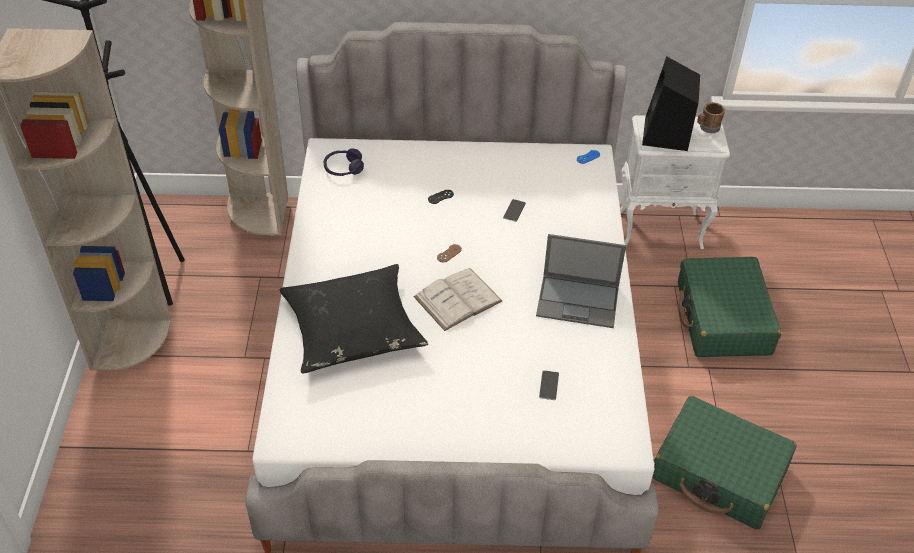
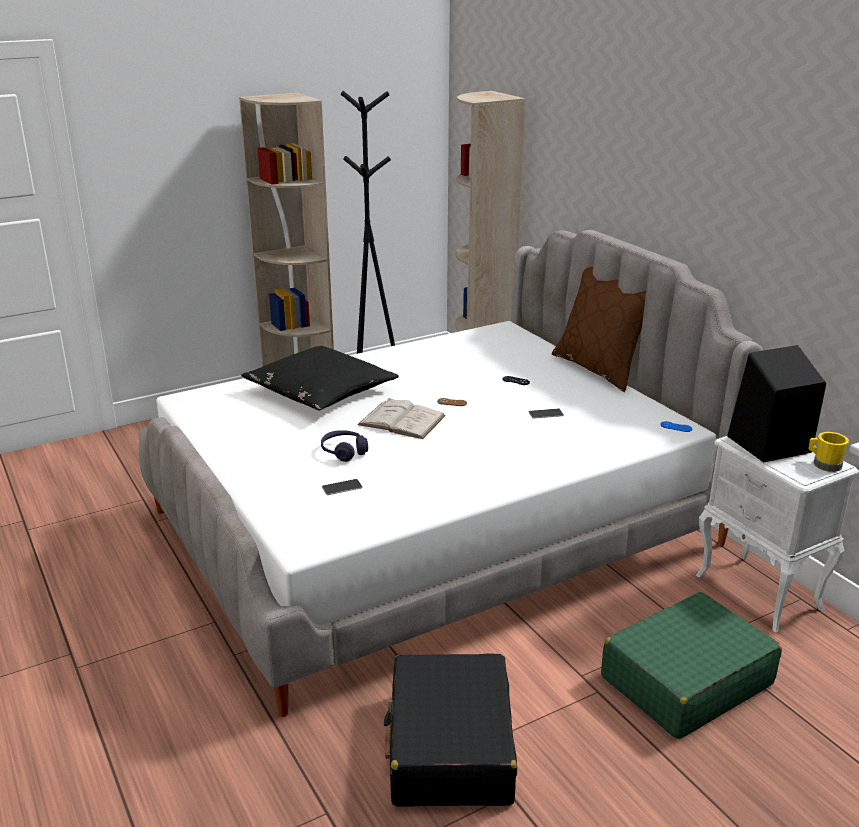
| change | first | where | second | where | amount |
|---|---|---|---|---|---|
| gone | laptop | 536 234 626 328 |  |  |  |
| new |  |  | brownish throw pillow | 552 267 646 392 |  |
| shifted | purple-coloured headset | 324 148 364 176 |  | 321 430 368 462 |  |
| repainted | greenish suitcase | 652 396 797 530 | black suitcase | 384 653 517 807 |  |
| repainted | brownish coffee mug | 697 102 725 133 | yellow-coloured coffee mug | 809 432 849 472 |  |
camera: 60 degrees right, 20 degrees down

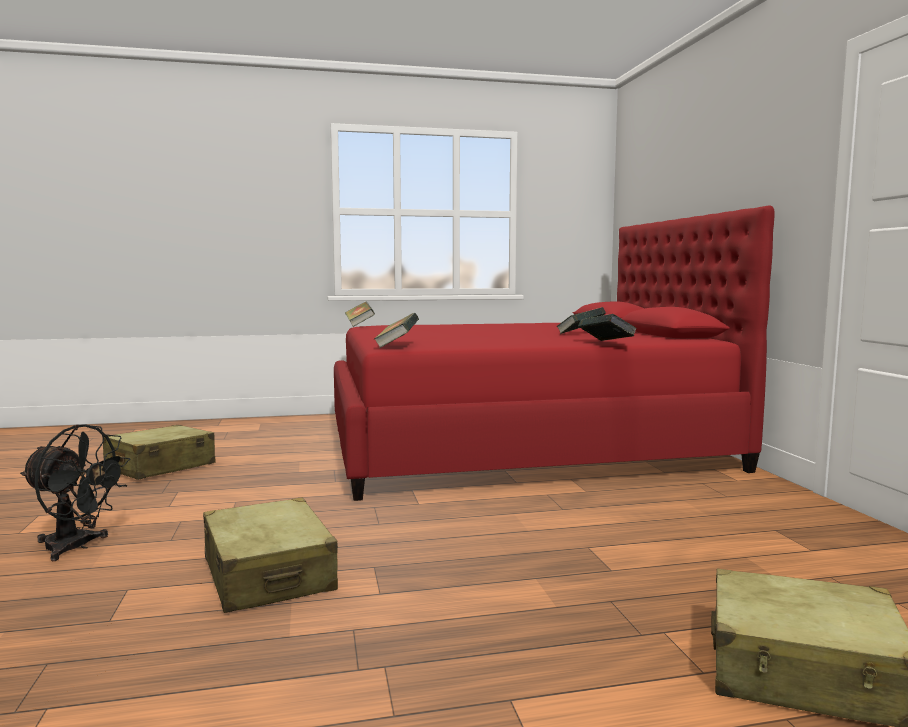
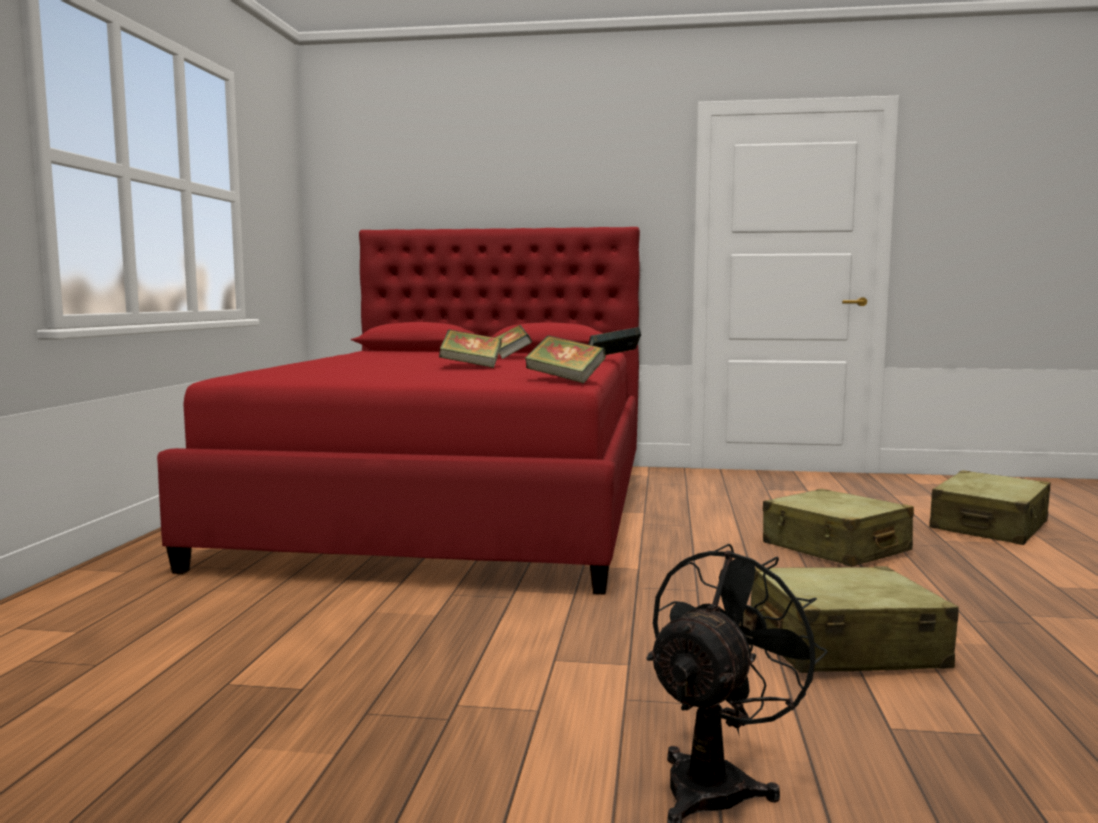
| change | first | where | second | where | amount |
|---|---|---|---|---|---|
| shifted | sand-coloured suitcase | 102 425 216 480 |  | 763 489 914 567 |  |
| shifted | volume | 345 302 375 327 |  | 439 329 502 368 |  |
camera: 70 degrees left, 0 degrees up

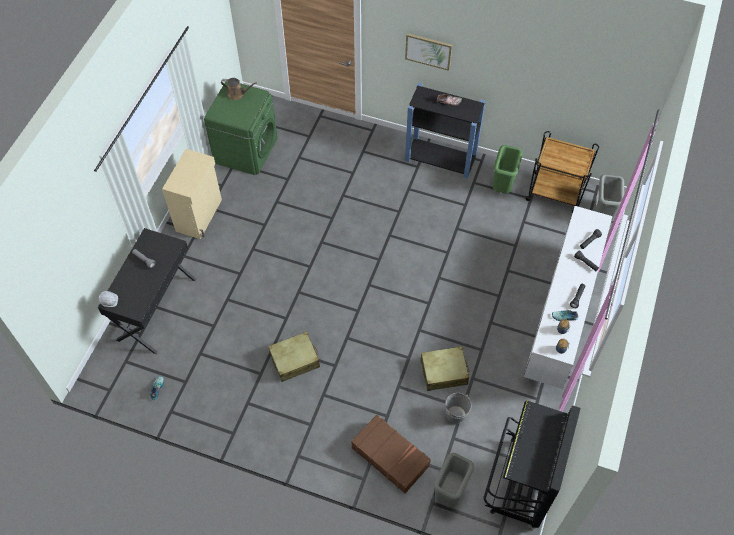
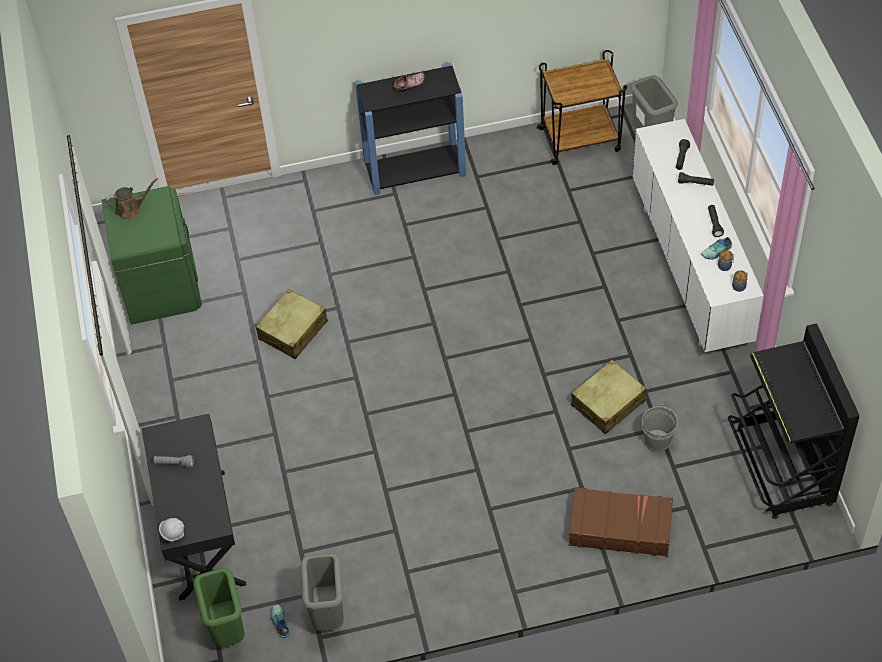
| change | first | where | second | where | amount |
|---|---|---|---|---|---|
| gone | sand-coloured cupboard | 162 149 222 239 |  |  |  |
| gone | wall picture | 405 33 452 71 |  |  |  |
| shifted | sand-coloured suitcase | 268 331 320 382 |  | 256 289 328 359 |  |
| shifted | gray waste bin | 434 453 474 508 |  | 300 553 344 631 |  |
| shifted | greenish waste bin | 493 145 523 194 |  | 193 568 245 647 |  |
camera: 30 degrees left, 5 degrees down

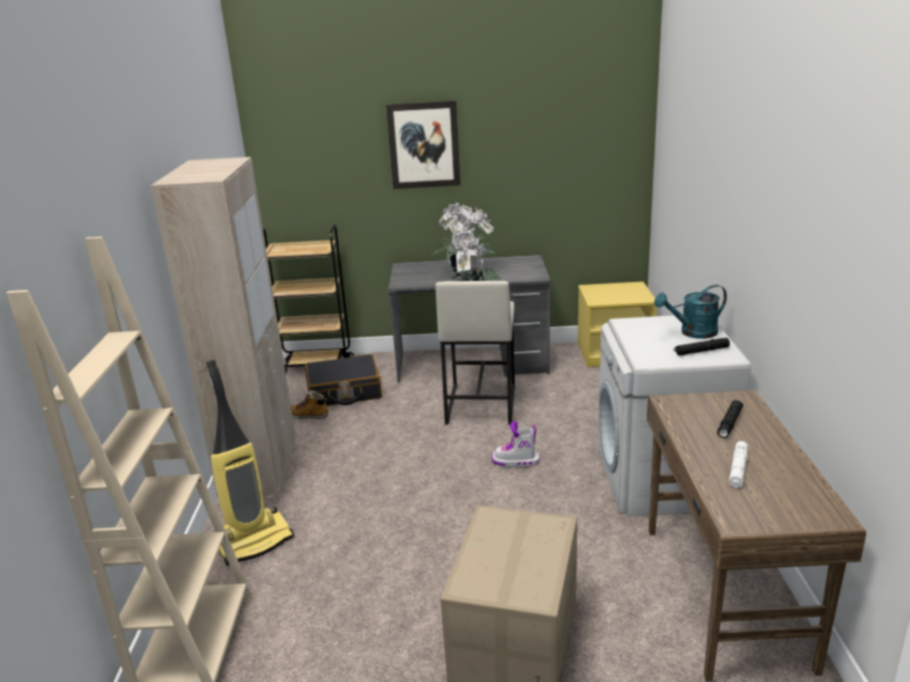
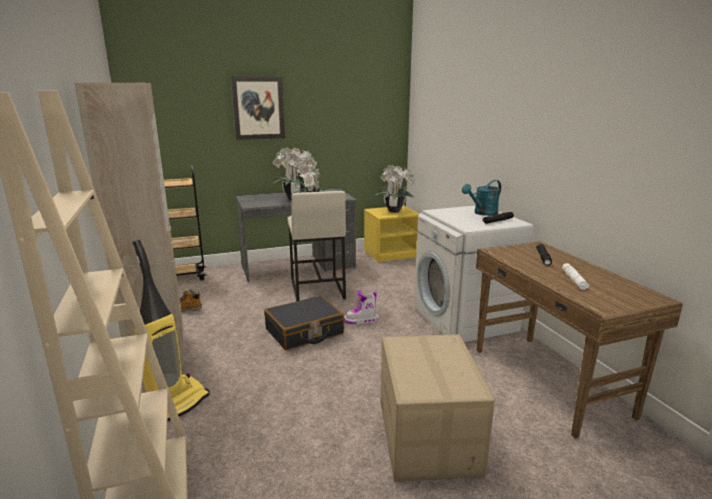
| change | first | where | second | where | amount |
|---|---|---|---|---|---|
| new |  |  | plant in a pot | 374 165 415 213 |  |
| shifted | black suitcase | 305 354 382 406 |  | 264 296 344 350 |  |
camera: 20 degrees left, 5 degrees down

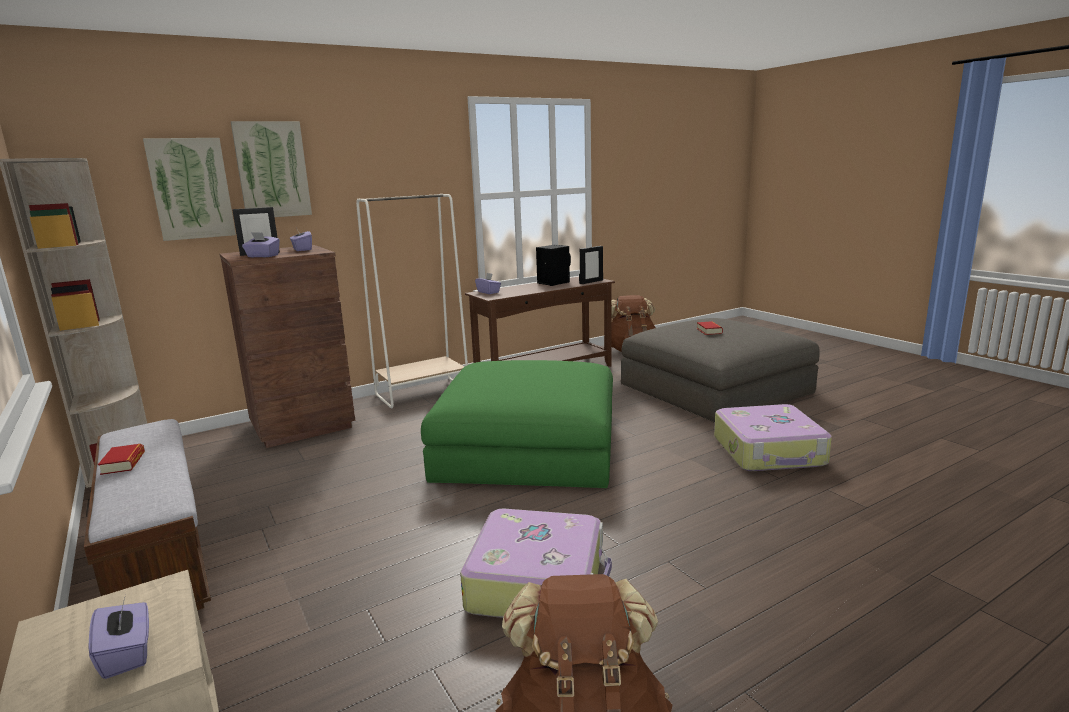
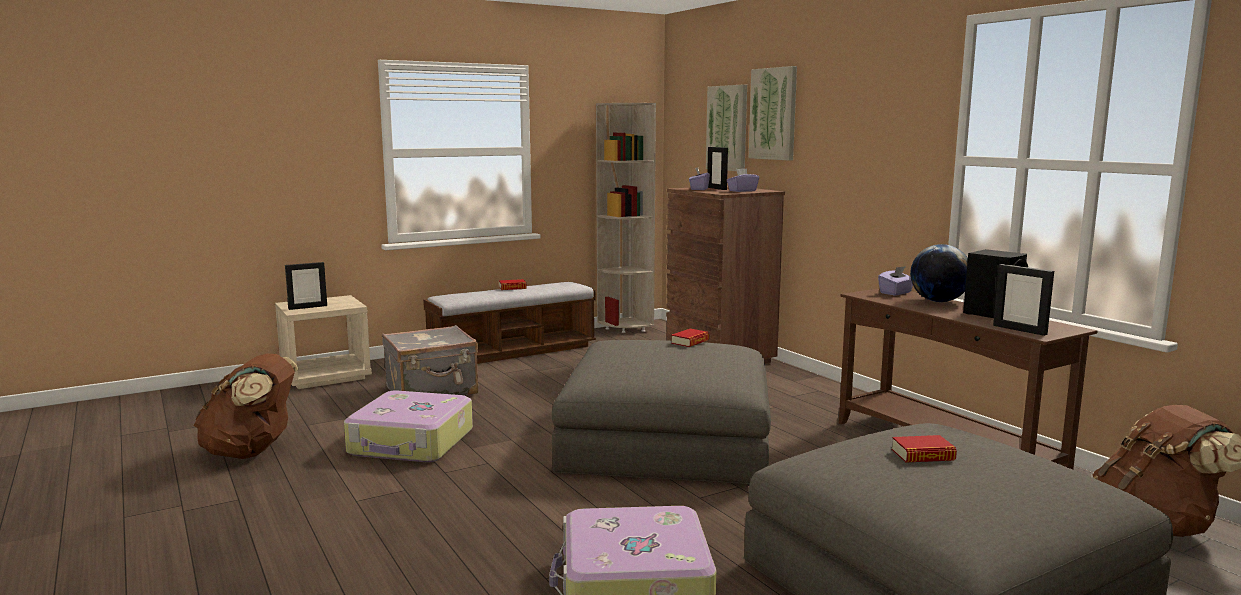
| change | first | where | second | where | amount |
|---|---|---|---|---|---|
| gone | garment stand | 356 194 468 408 |  |  |  |
| new |  |  | gray suitcase | 382 325 478 395 |  |
| new |  |  | volume | 671 329 709 347 |  |
| new |  |  | desk globe | 910 244 968 302 |  |
| swapped | purple-coloured tissue holder | 88 595 149 679 | photo frame | 285 262 327 310 |  |
| repainted | greenish footrest | 421 360 613 488 | gray footrest | 552 340 771 484 |  |
camera: 90 degrees right, 5 degrees down

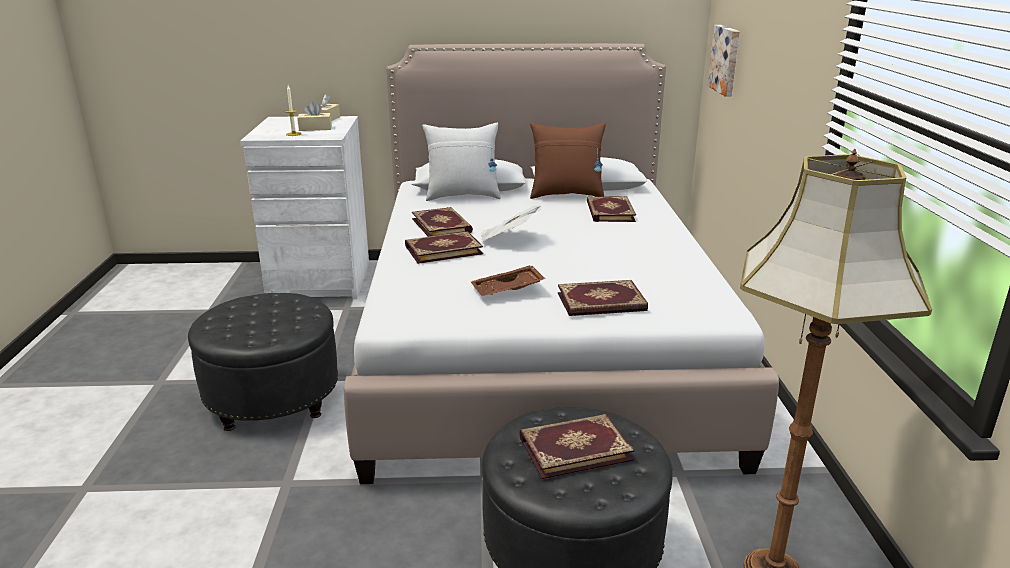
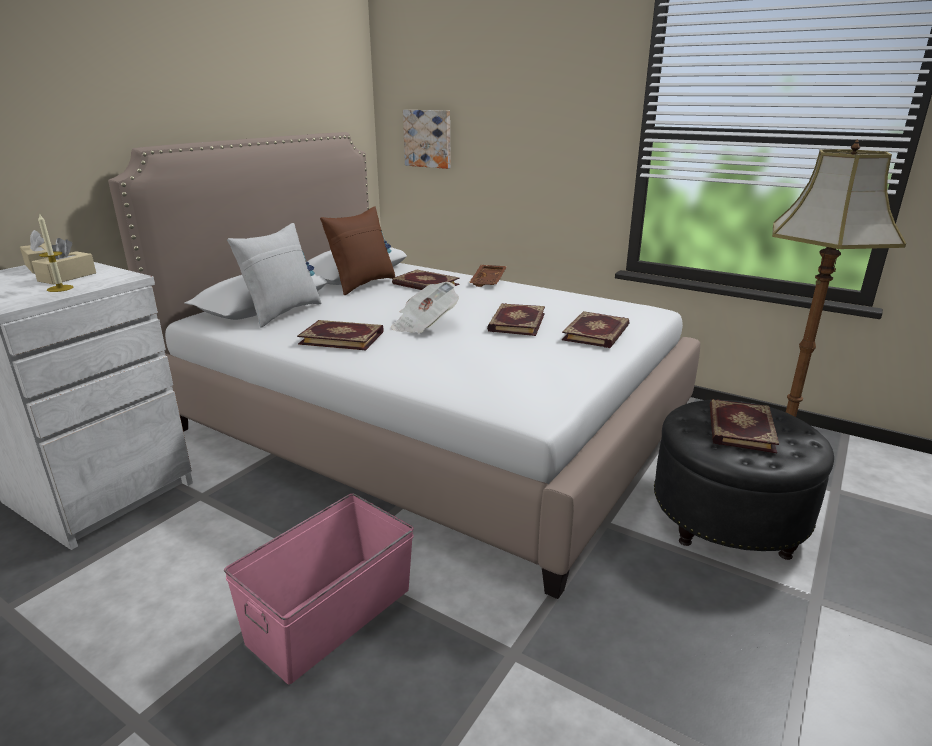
| change | first | where | second | where | amount |
|---|---|---|---|---|---|
| shifted | volume | 405 231 483 264 |  | 487 303 545 336 |  |
| shifted | brownish tray | 470 265 545 296 |  | 469 265 507 287 |  |
| swapped | black footrest | 188 293 338 431 | pink-coloured storage box | 224 493 414 684 |  |
camera: 55 degrees left, 0 degrees up

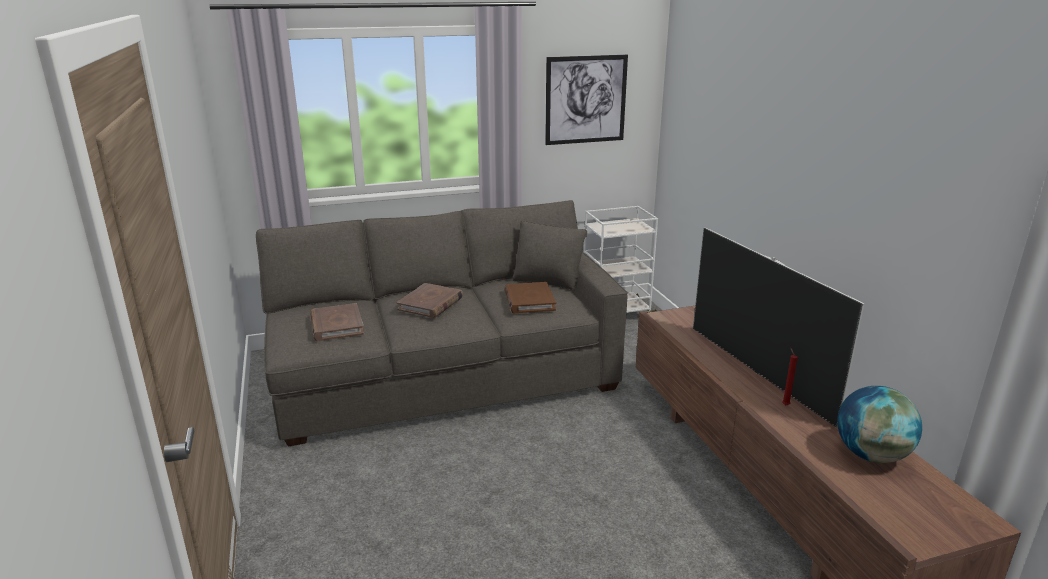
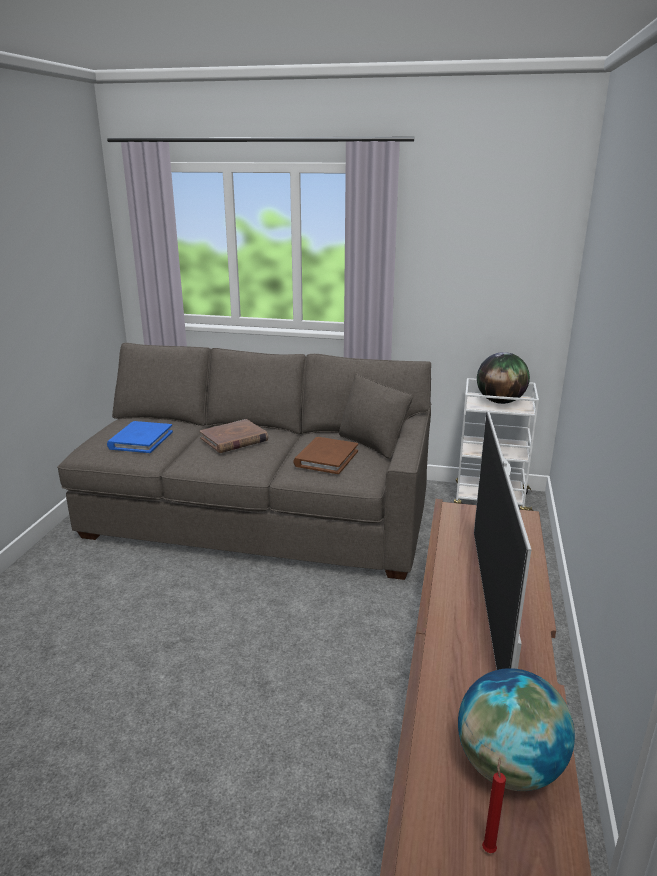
| change | first | where | second | where | amount |
|---|---|---|---|---|---|
| gone | wall picture | 545 55 628 145 |  |  |  |
| new |  |  | desk globe | 477 352 530 404 |  |
| shifted | reddish wax light | 782 348 798 405 |  | 482 758 506 853 |  |
| repainted | brownish volume | 310 303 364 341 | blue volume | 107 421 173 453 |  |
camera: 30 degrees right, 0 degrees up

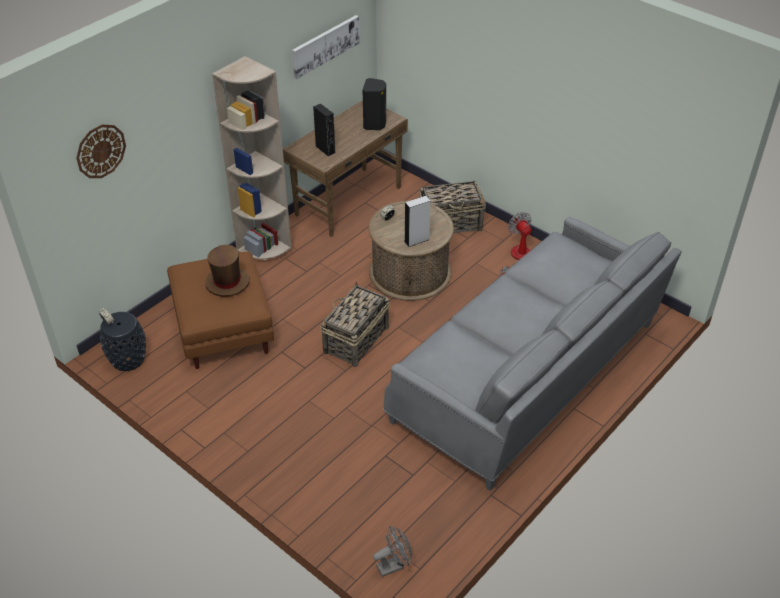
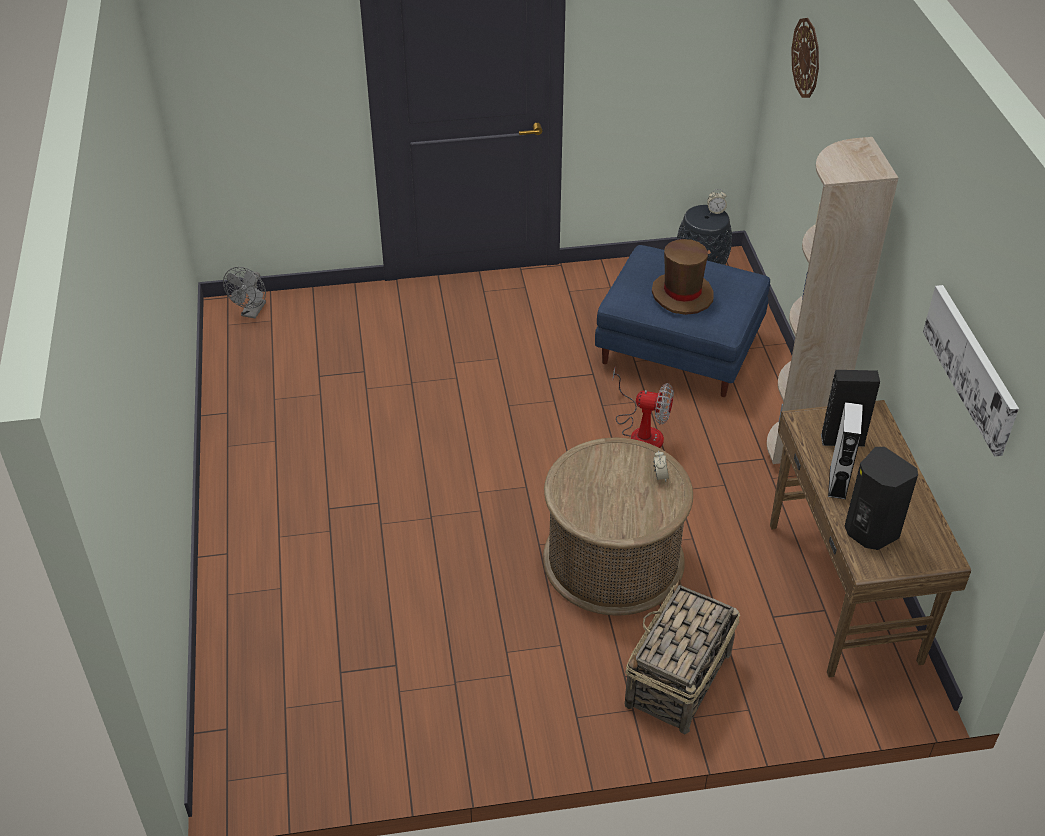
| change | first | where | second | where | amount |
|---|---|---|---|---|---|
| gone | household basket | 320 282 390 367 |  |  |  |
| gone | gray sofa | 383 217 682 491 |  |  |  |
| shifted | gray loudspeaker | 404 196 431 247 |  | 828 402 863 499 |  |
| shifted | cooling fan | 500 212 532 276 |  | 613 366 674 448 |  |
| repainted | brownish footrest | 167 252 274 369 | blue footrest | 595 245 770 397 |  |
camera: 130 degrees right, 0 degrees up

